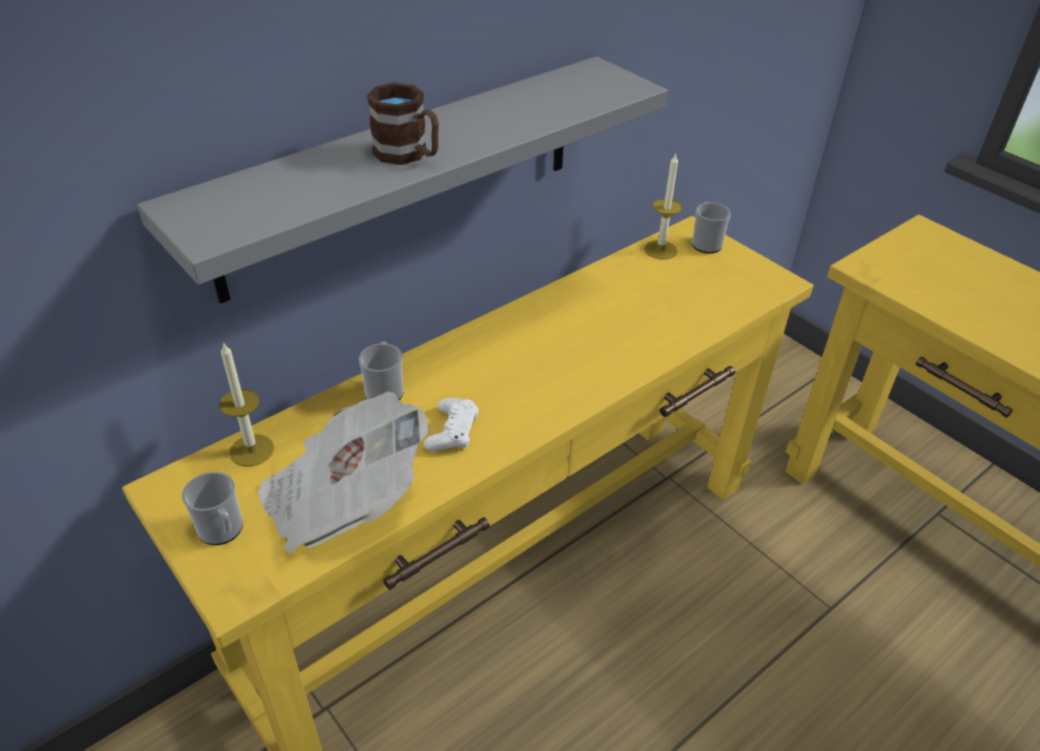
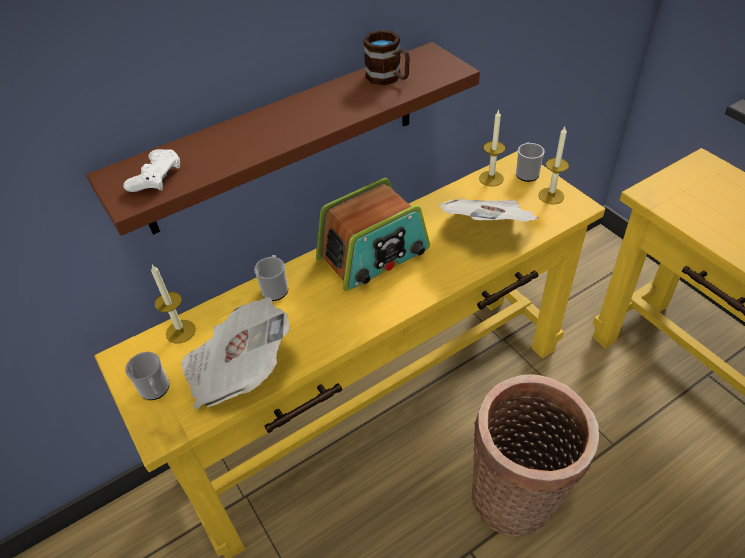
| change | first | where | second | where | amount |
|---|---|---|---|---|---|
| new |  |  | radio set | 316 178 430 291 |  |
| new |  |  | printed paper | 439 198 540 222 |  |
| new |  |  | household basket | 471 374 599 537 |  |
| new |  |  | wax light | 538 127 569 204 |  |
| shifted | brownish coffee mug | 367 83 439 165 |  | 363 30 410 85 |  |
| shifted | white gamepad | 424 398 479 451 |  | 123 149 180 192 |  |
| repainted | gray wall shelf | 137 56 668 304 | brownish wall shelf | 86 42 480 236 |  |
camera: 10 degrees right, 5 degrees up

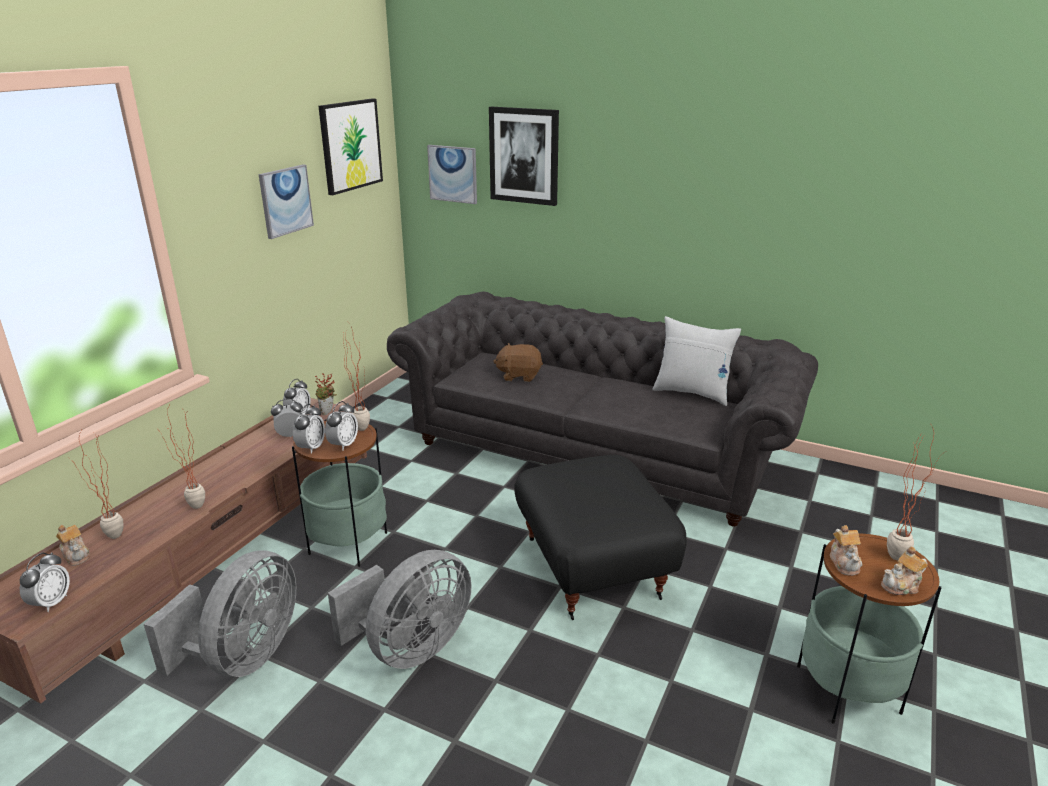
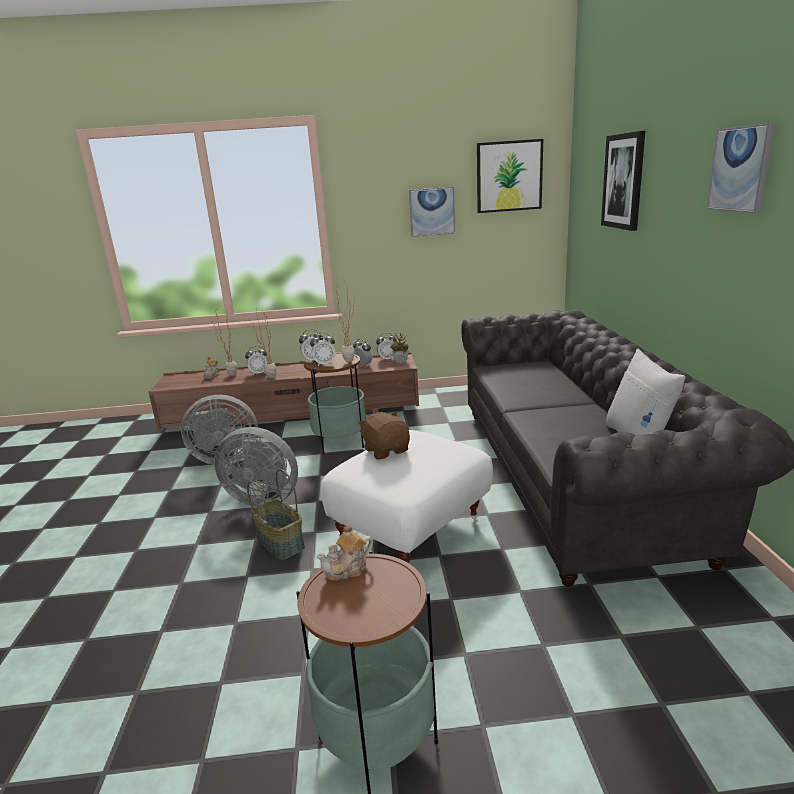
| change | first | where | second | where | amount |
|---|---|---|---|---|---|
| gone | tea pot | 881 546 928 595 |  |  |  |
| gone | plant in a pot | 887 425 943 560 |  |  |  |
| new |  |  | household basket | 247 469 305 559 |  |
| shifted | bedside clock | 20 552 70 612 |  | 245 346 268 375 |  |
| shifted | wall picture | 427 145 477 204 |  | 707 123 775 213 |  |
| shifted | brownish plush toy | 493 343 543 382 |  | 358 412 410 460 |  |
| repainted | black footrest | 514 455 687 620 | white footrest | 321 430 493 563 |  |
camera: 60 degrees right, 5 degrees down

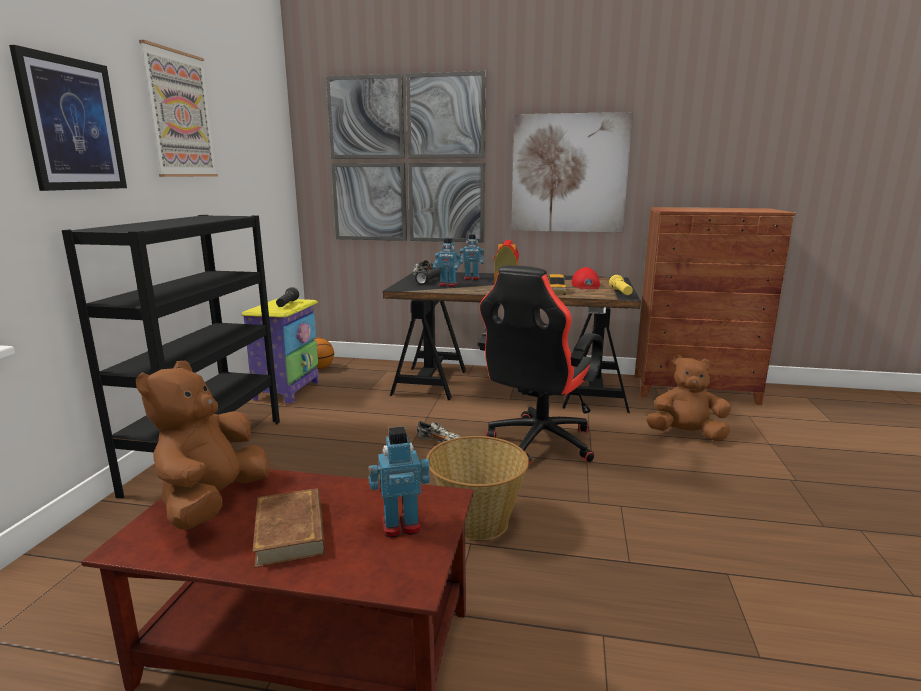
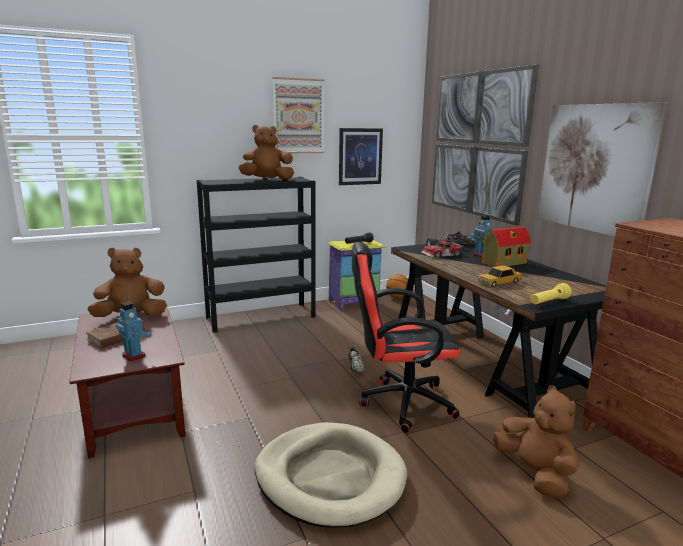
| change | first | where | second | where | amount |
|---|---|---|---|---|---|
| gone | household basket | 426 436 529 540 |  |  |  |
| gone | reddish peaked cap | 571 267 600 289 |  |  |  |
| new |  |  | brownish plush toy | 239 125 294 180 |  |
| new |  |  | sand-coloured dog cushion | 255 422 407 528 |  |
| shifted | wall picture | 9 45 127 191 |  | 339 128 383 185 |  |
| swapped | model robot | 433 238 461 287 | model car | 421 241 464 258 |  |
camera: 55 degrees right, 0 degrees up

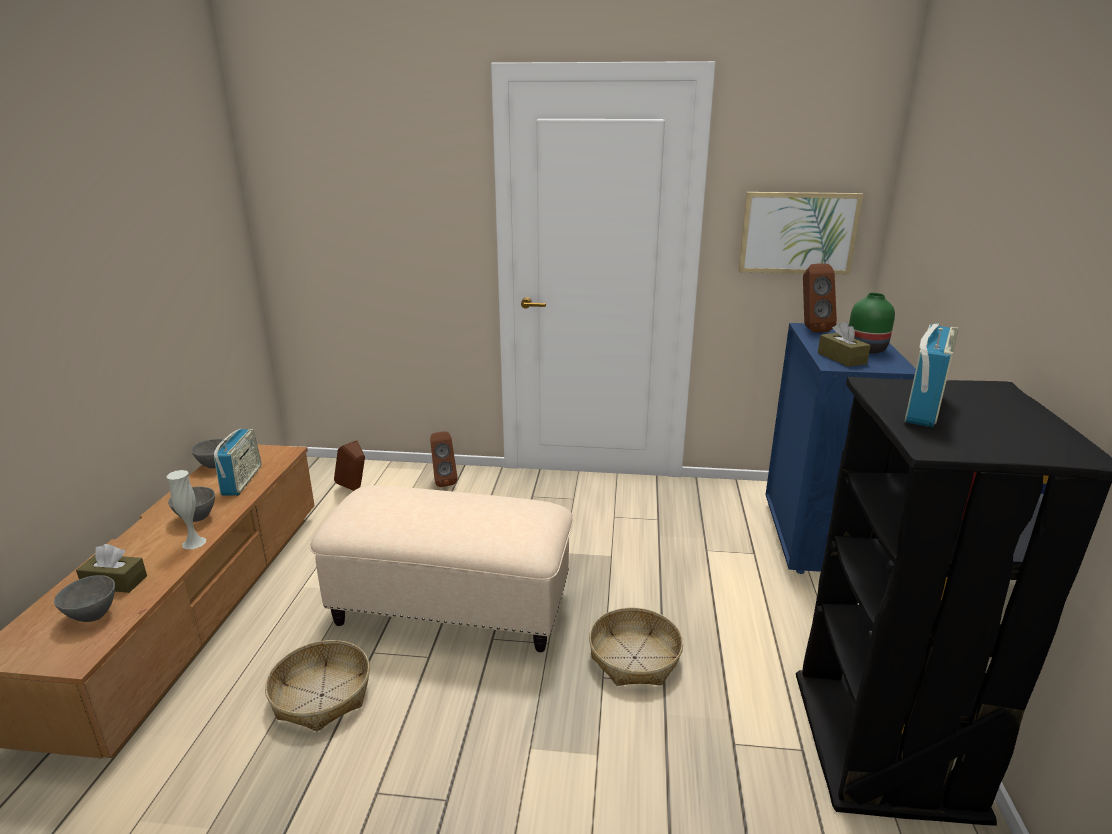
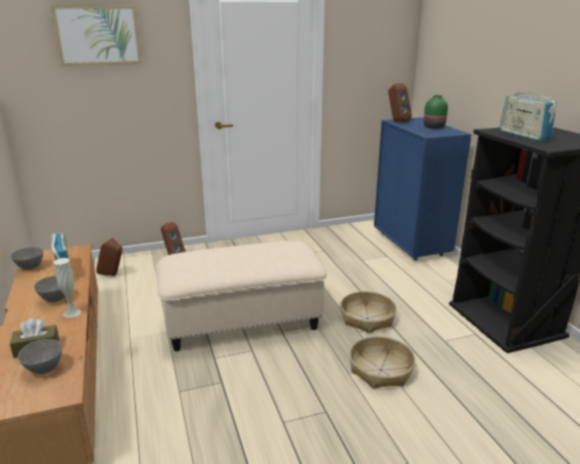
| change | first | where | second | where | amount |
|---|---|---|---|---|---|
| gone | brownish tissue holder | 818 321 871 367 |  |  |  |
| shifted | household basket | 265 640 370 731 |  | 349 336 416 389 |  |
| shifted | wall picture | 738 192 863 275 |  | 51 5 142 66 |  |
| rotated | radio set | 904 323 959 428 |  | 499 87 557 141 | 150 degrees clockwise |
camera: 25 degrees left, 0 degrees up

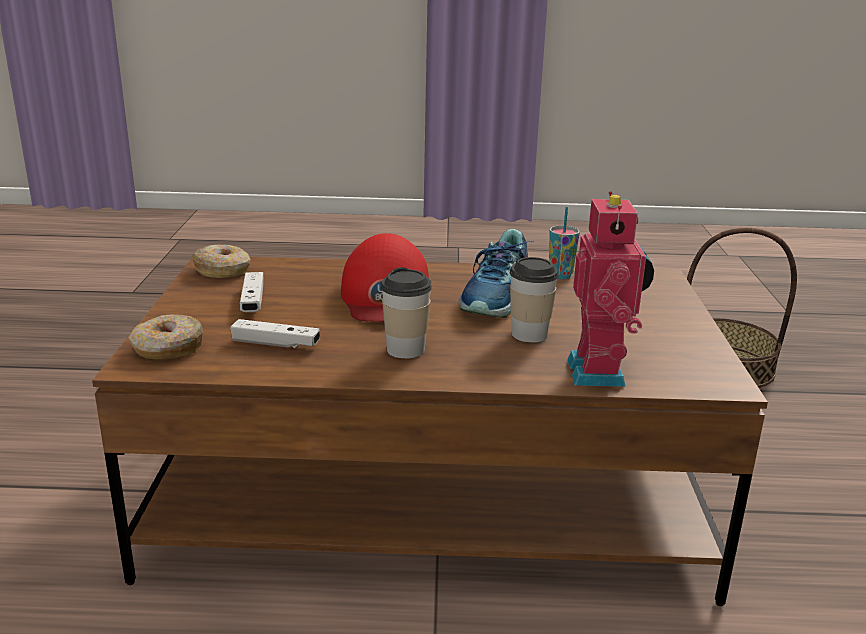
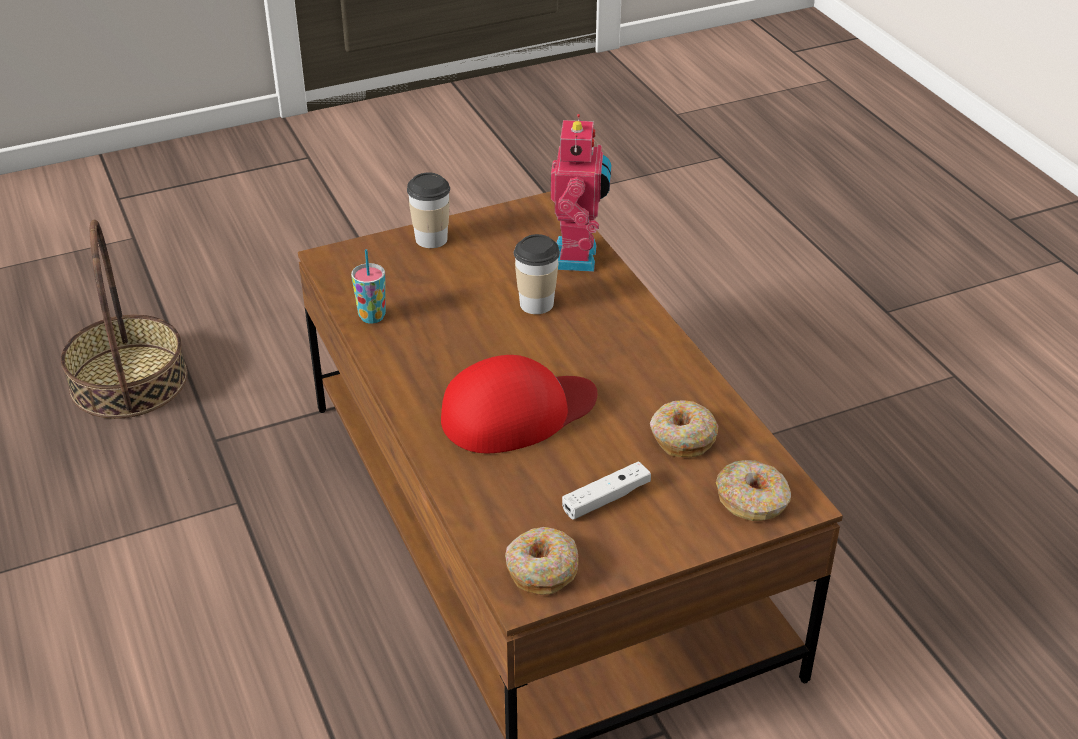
| change | first | where | second | where | amount |
|---|---|---|---|---|---|
| gone | low shoe | 459 229 533 318 |  |  |  |
| shifted | cup | 381 267 432 359 |  | 407 173 450 248 |  |
| swapped | white gamepad | 230 319 320 348 | doughnut | 650 400 718 457 |  |
| rotated | model robot | 567 191 654 387 |  | 551 114 611 272 | 120 degrees clockwise |
camera: 115 degrees left, 15 degrees up

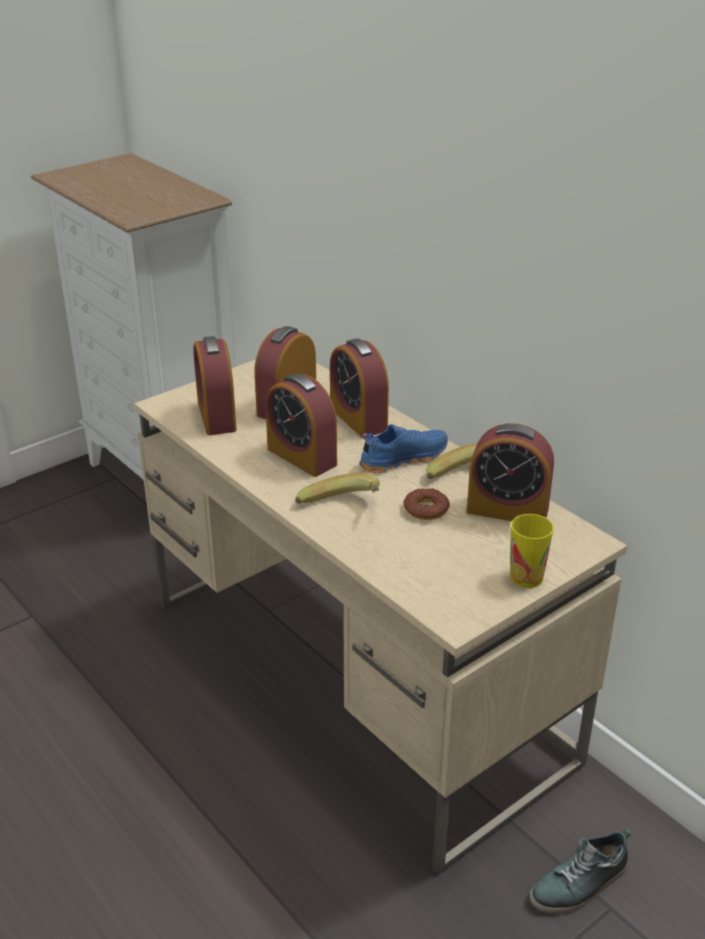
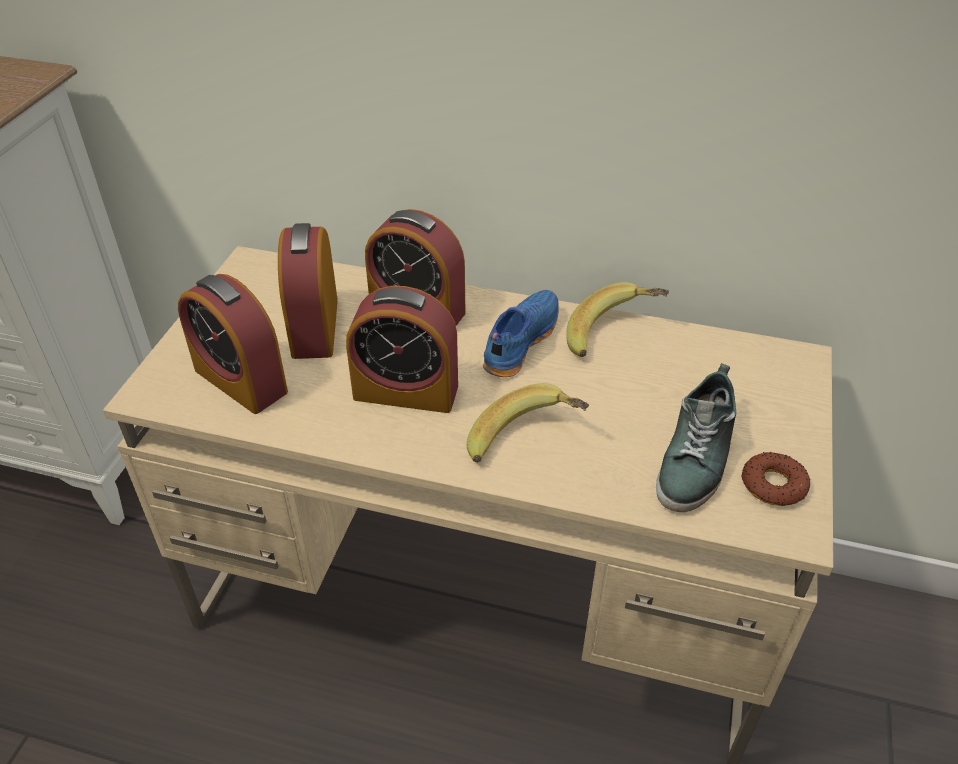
| change | first | where | second | where | amount |
|---|---|---|---|---|---|
| gone | bedside clock | 467 423 554 521 |  |  |  |
| gone | cup | 510 514 554 588 |  |  |  |
| shifted | doughnut | 404 488 450 520 |  | 741 452 810 506 |  |
| shifted | low shoe | 530 828 631 913 |  | 656 363 736 512 |  |
camera: 35 degrees left, 10 degrees up

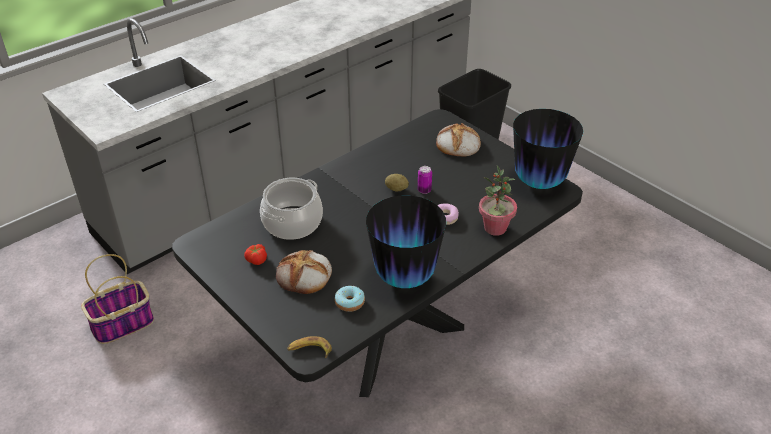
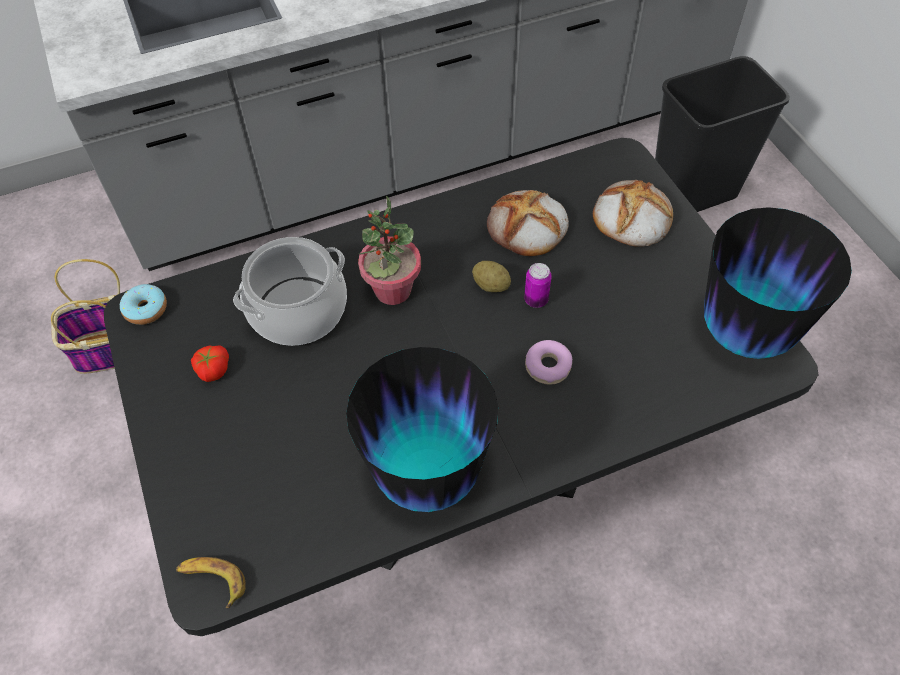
| change | first | where | second | where | amount |
|---|---|---|---|---|---|
| shifted | bakery bread | 276 250 332 294 |  | 487 190 569 256 |  |
| shifted | doughnut | 335 286 365 312 |  | 120 284 167 325 |  |
| shifted | plant in a pot | 479 165 517 236 |  | 358 196 421 305 |  |
camera: 20 degrees right, 15 degrees up

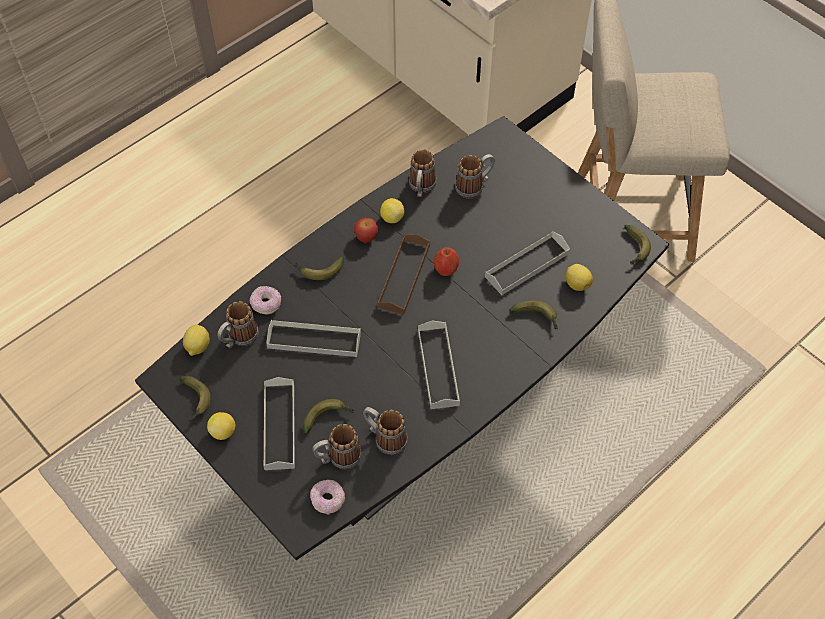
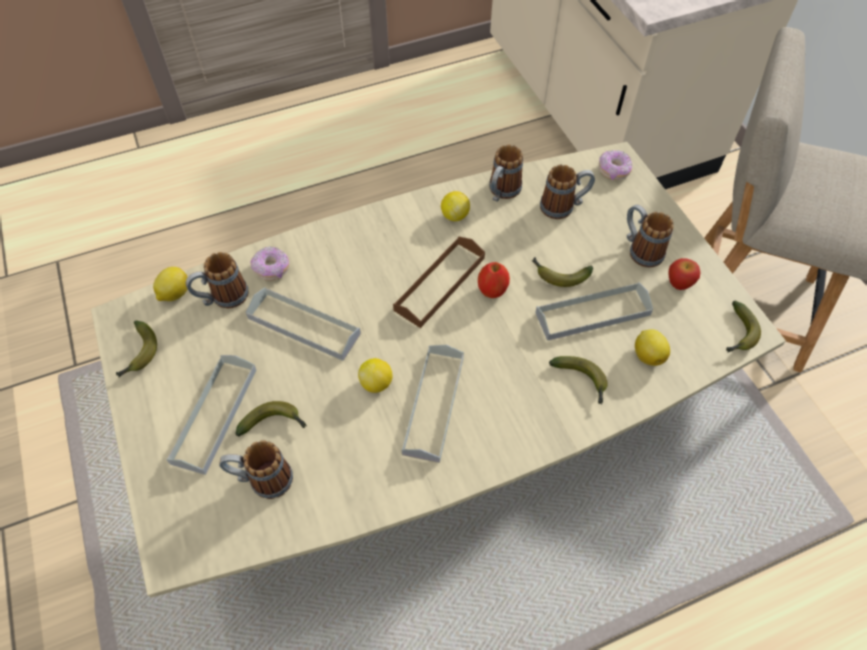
| change | first | where | second | where | amount |
|---|---|---|---|---|---|
| shifted | whole lemon | 207 412 236 440 |  | 358 358 393 393 |  |
| shifted | banana fruit | 294 256 344 280 |  | 532 257 593 287 |  |
| shifted | doughnut | 310 480 345 515 |  | 599 150 632 180 |  |
| shifted | apple fruit | 354 218 378 243 |  | 668 258 700 290 |  |
| shifted | coffee mug | 363 407 408 455 |  | 627 204 674 267 |  |
| repainted | black dinner table | 135 116 669 560 | sand-coloured dinner table | 91 142 786 598 |  |
camera: 20 degrees right, 0 degrees up

